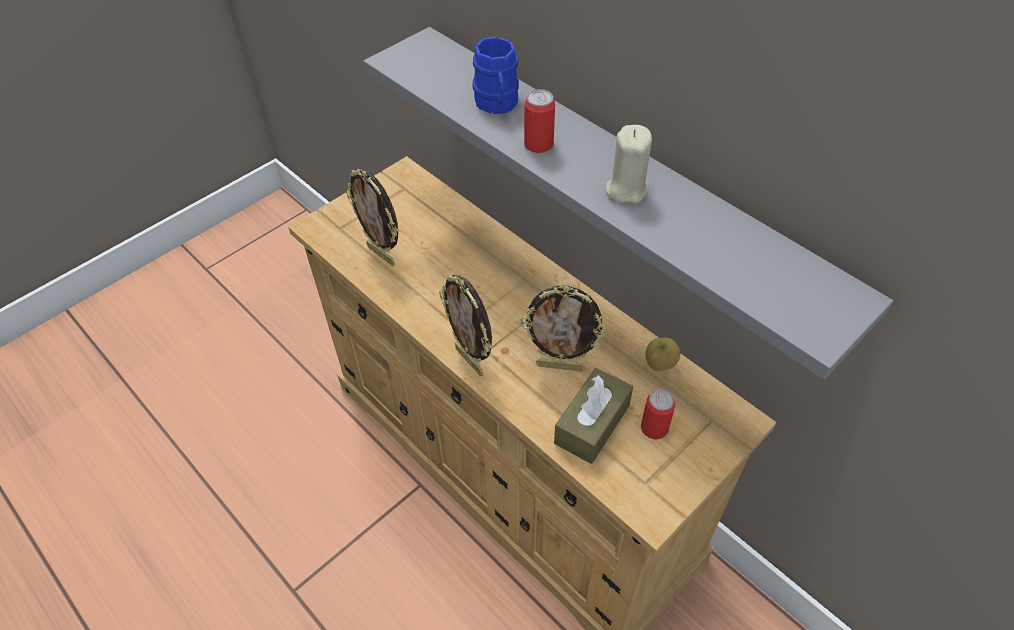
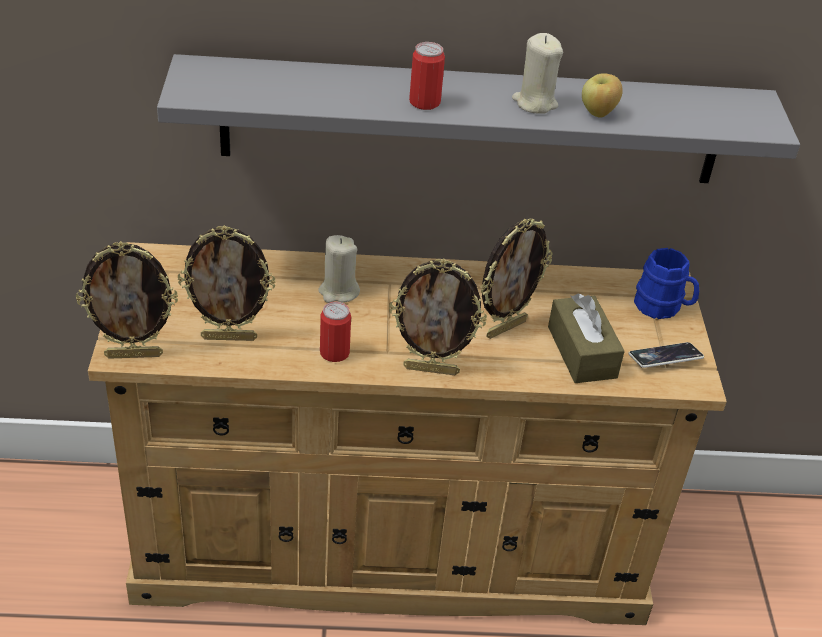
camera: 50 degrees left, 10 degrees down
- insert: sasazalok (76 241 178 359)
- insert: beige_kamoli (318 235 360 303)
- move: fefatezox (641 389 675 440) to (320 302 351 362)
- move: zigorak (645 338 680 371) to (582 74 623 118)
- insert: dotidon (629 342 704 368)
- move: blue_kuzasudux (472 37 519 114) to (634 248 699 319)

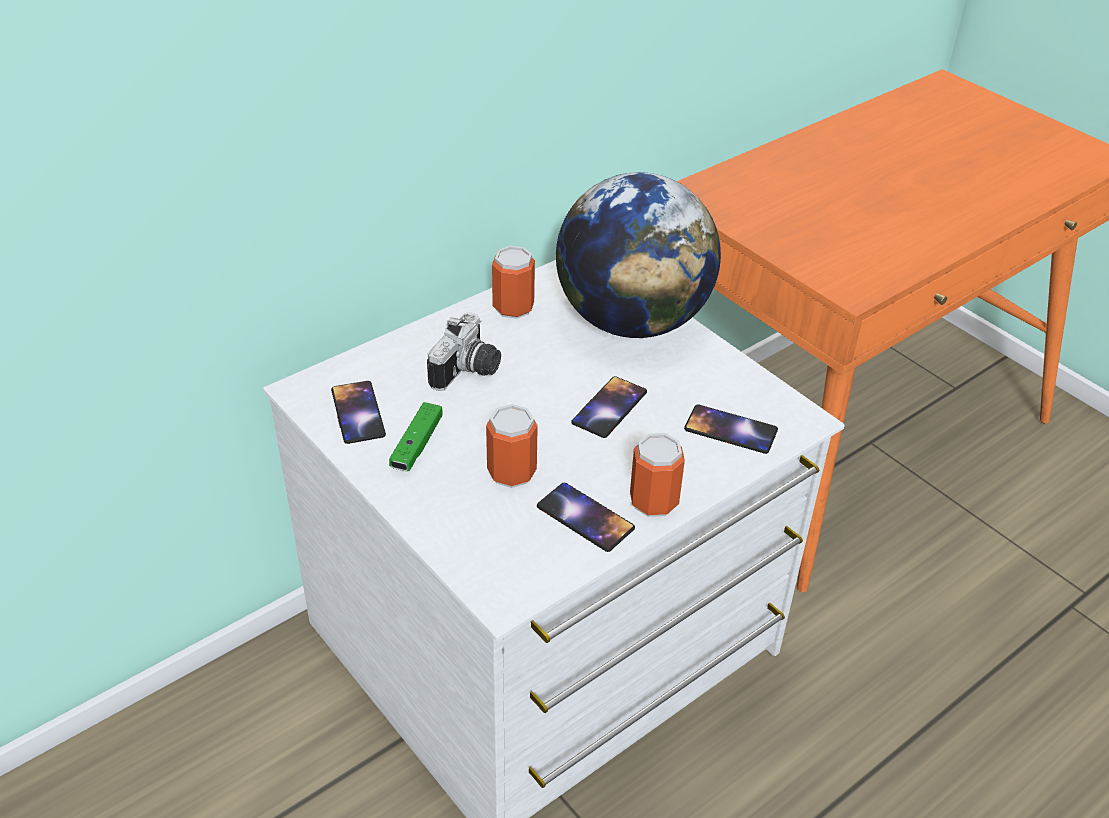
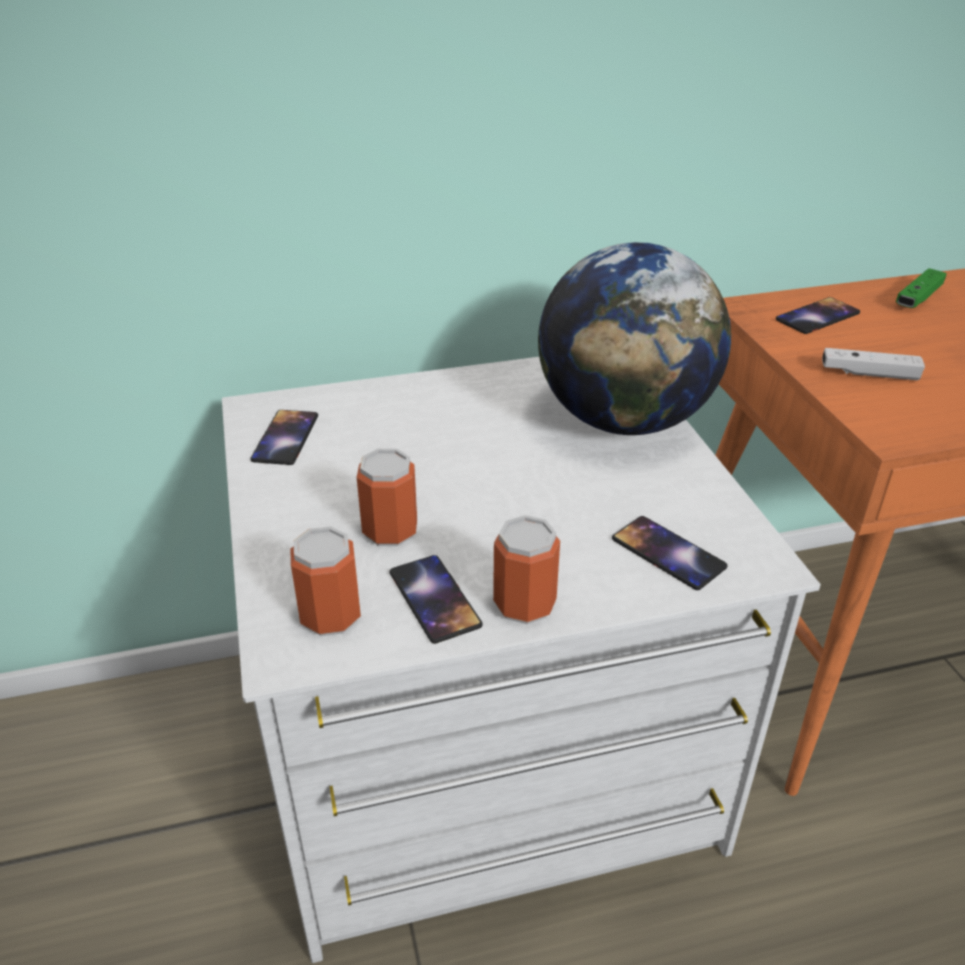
camera: 25 degrees right, 5 degrees down
- move: fefatezox (492 246 535 319) to (291 526 361 636)
- move: dotidon (571 376 647 438) to (776 297 860 334)
- insert: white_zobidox (822 348 925 380)
- move: green_zobidox (389 402 442 471) to (896 268 947 308)
- delete: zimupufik (427 312 501 391)

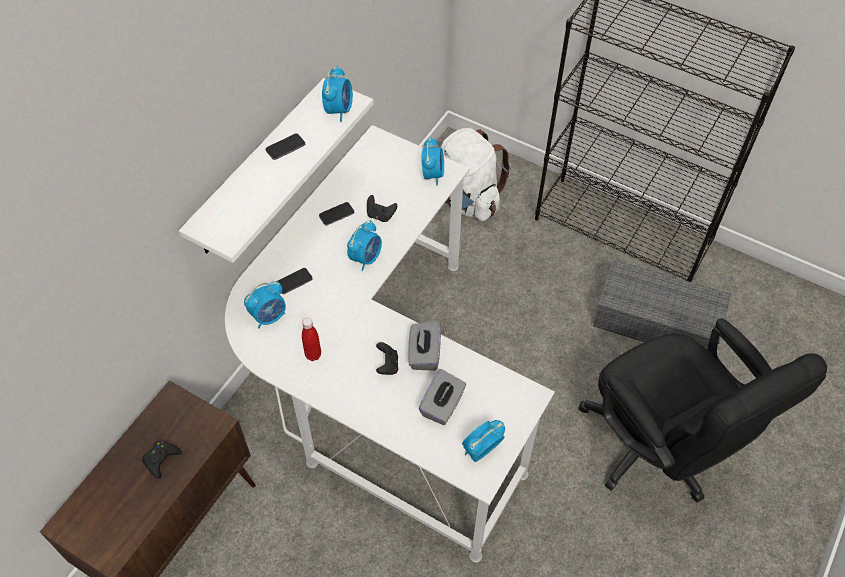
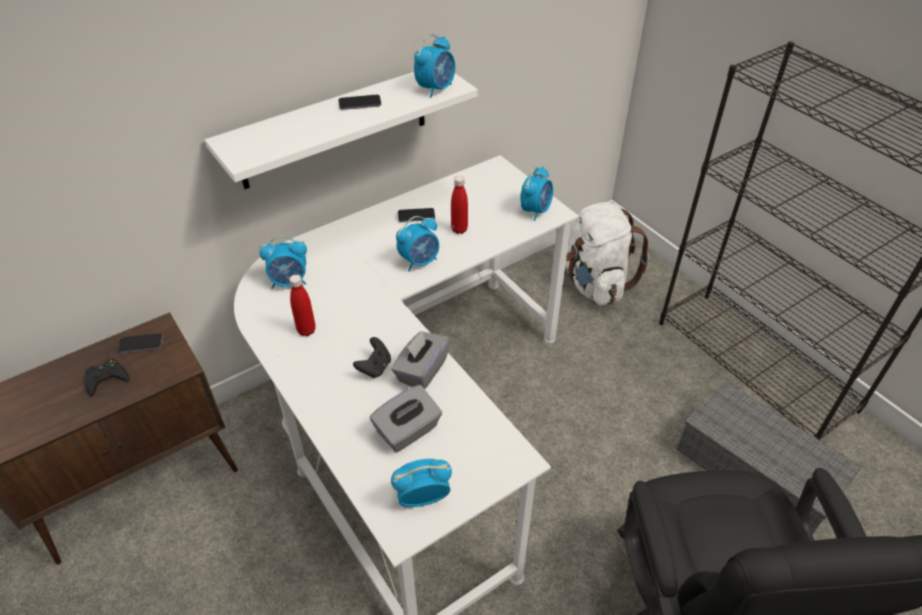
camera: 25 degrees right, 10 degrees down
- move: dotidon (276 268 313 294) to (117 333 163 353)
- replace: black_zobidox (367 195 397 222) to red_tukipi (451 176 468 234)

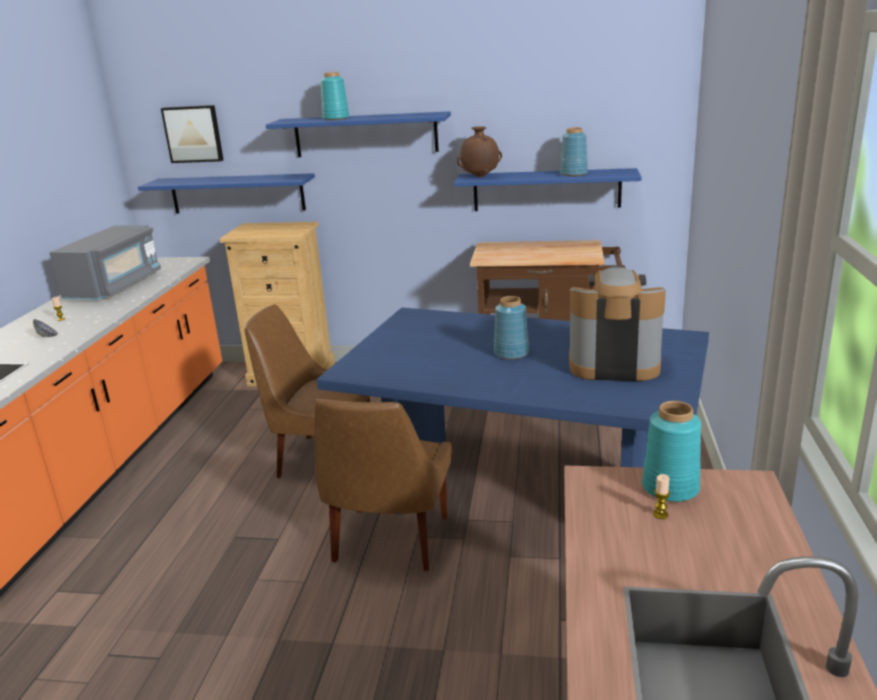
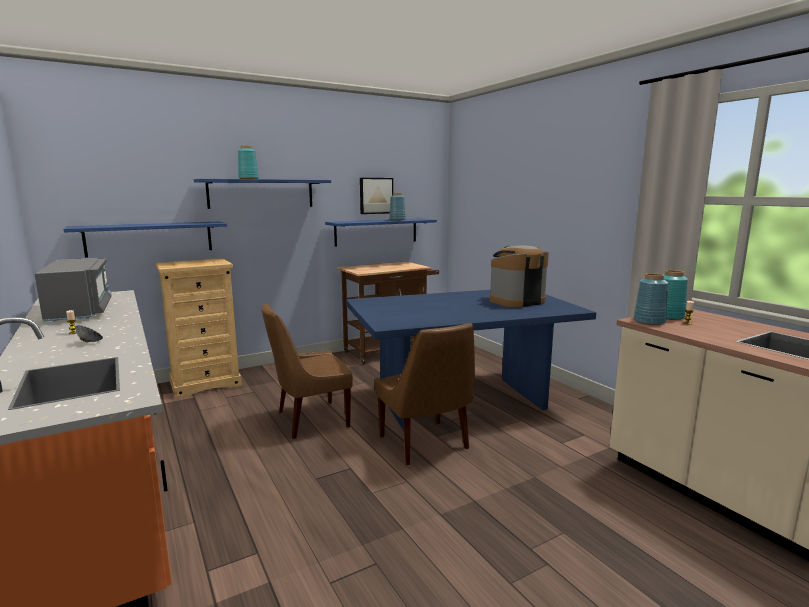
camera: 40 degrees left, 10 degrees down
- move: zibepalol (161 105 223 163) to (360 178 393 214)
- move: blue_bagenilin (494 296 529 359) to (633 273 668 325)
- delete: brown_bagenilin (457 126 502 178)

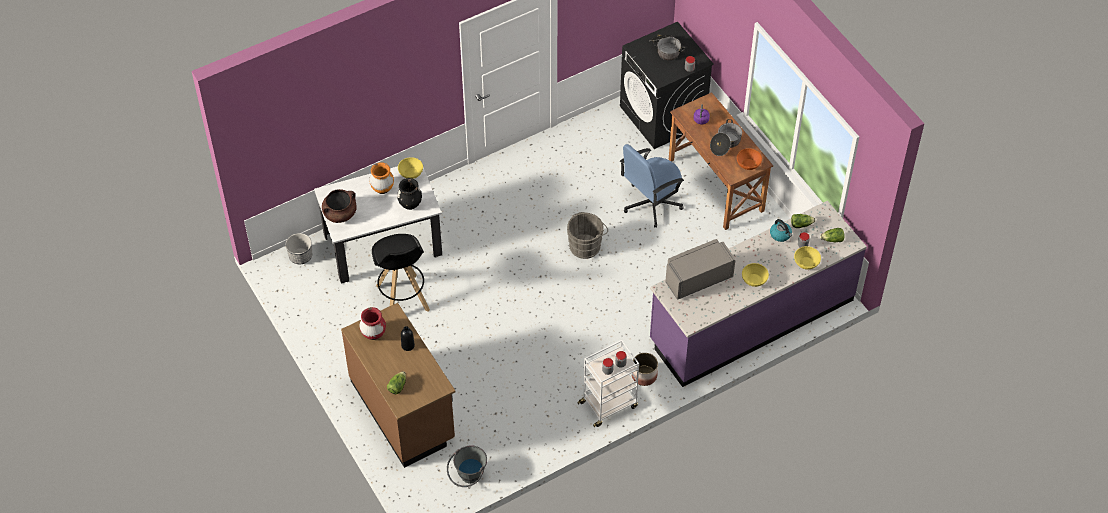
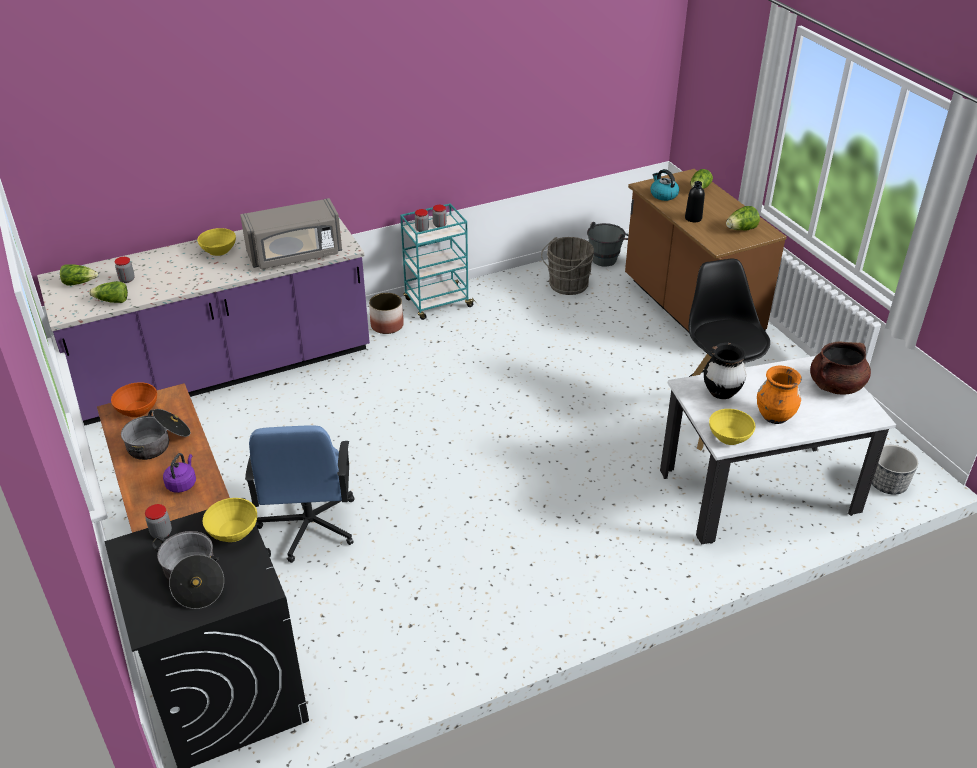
camera: 175 degrees left, 15 degrees down
- move: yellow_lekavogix (794 246 821 270) to (203 498 257 542)
- rotate: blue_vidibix (620 144 684 228) = (245 425 354 563) 120 degrees clockwise
- recolor: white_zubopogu (577 340 639 427) to turquoise_zubopogu (400 203 476 320)
- move: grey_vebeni (567 212 608 259) to (541 237 594 295)
- move: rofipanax (770 219 792 242) to (650 169 679 201)
- replace: red_bagenilin (360 307 386 340) to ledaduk (726 206 760 231)

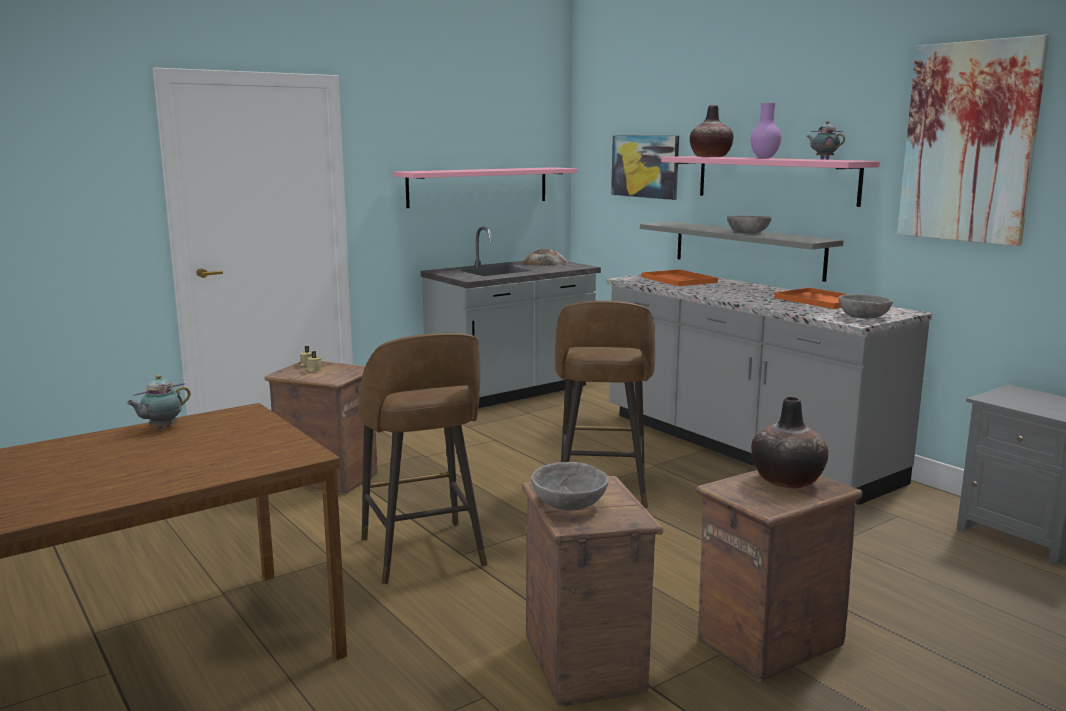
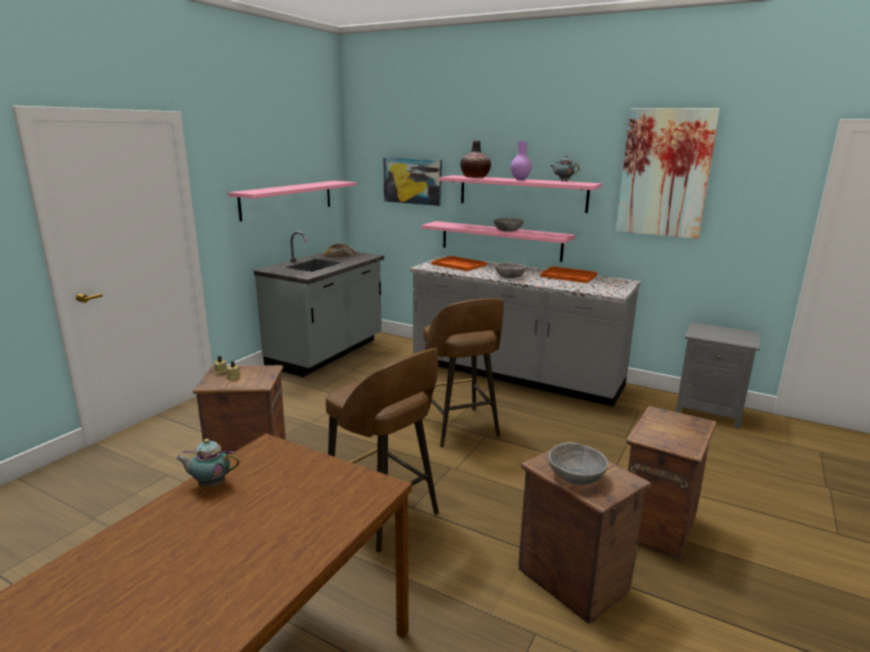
camera: 25 degrees left, 5 degrees up
- rotate: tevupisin (126 375 191 429) = (175 439 240 488) 75 degrees clockwise
- recolor: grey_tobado (640 222 844 282) to pink_tobado (421 221 575 262)
- move: grey_lekavogix (838 294 893 319) to (495 263 526 278)
- delete: bagenilin (751 397 828 489)

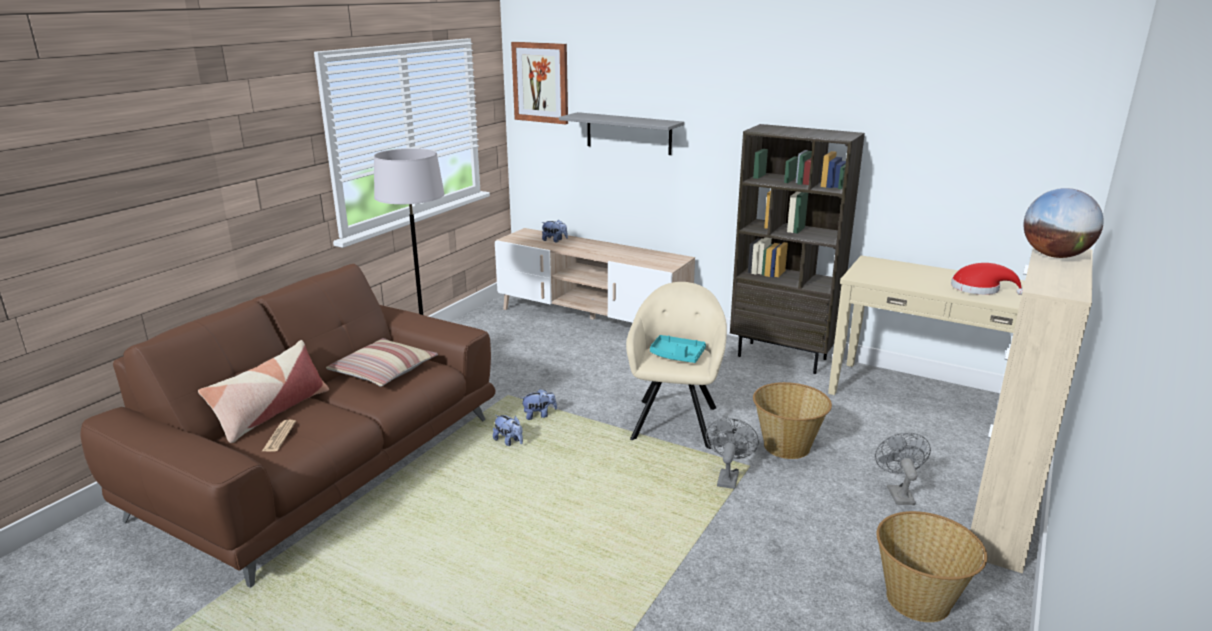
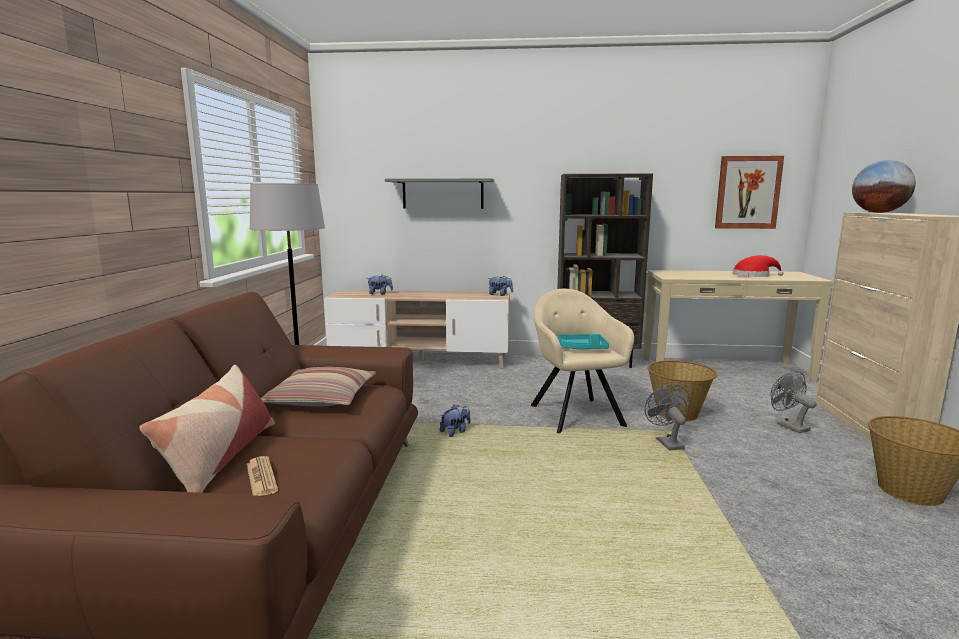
camera: 25 degrees left, 10 degrees down
- move: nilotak (493 415 523 446) to (488 276 513 296)
- move: zibepalol (511 42 568 124) to (715 156 784 229)

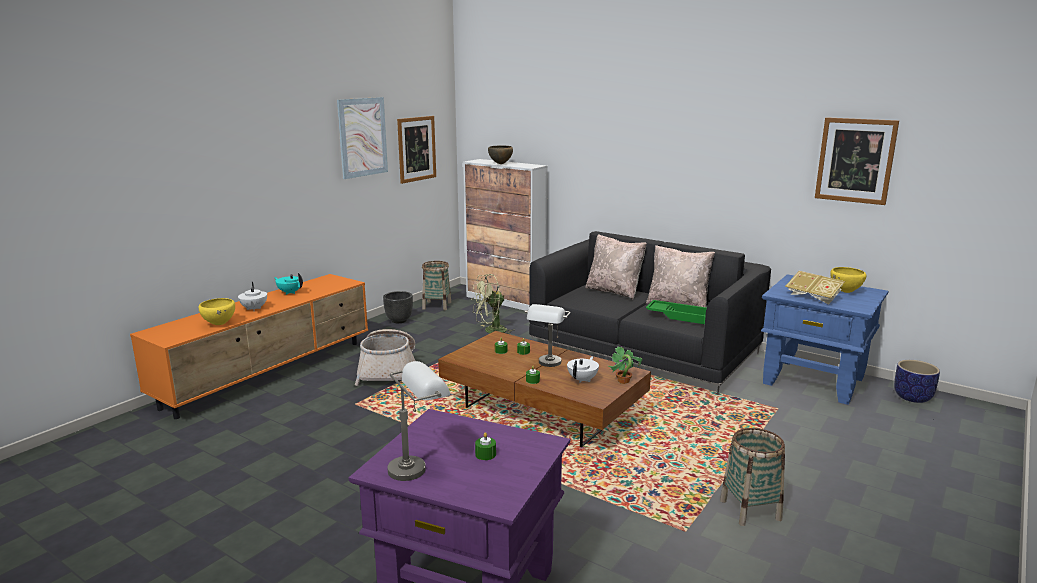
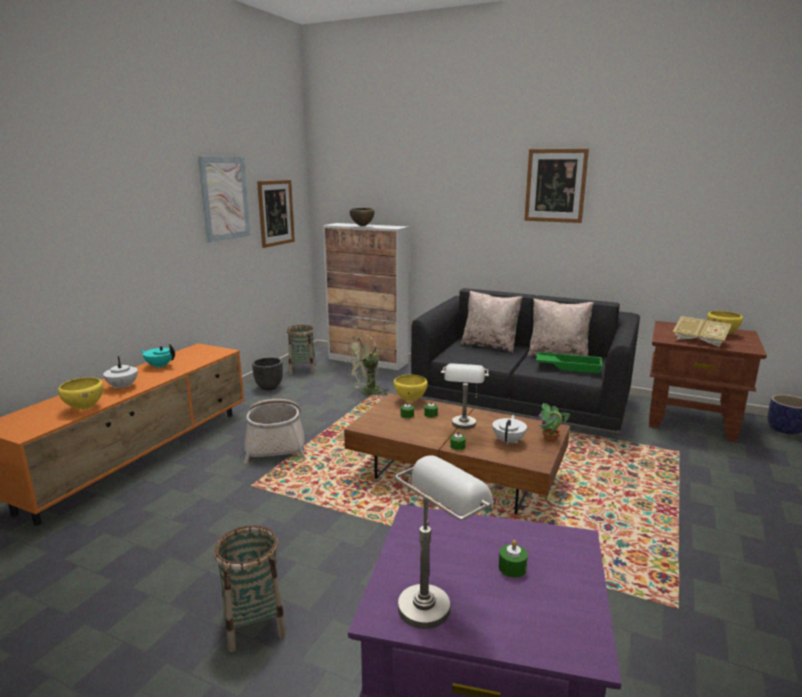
camera: 10 degrees left, 0 degrees up
- move: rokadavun (720 428 785 526) to (214 525 286 652)
- insert: yellow_lekavogix (394 375 428 402)
- move: zibepalol (815 117 899 205) to (524 149 589 223)
- recolor: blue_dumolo (761 274 888 405) to brown_dumolo (649 321 767 442)

